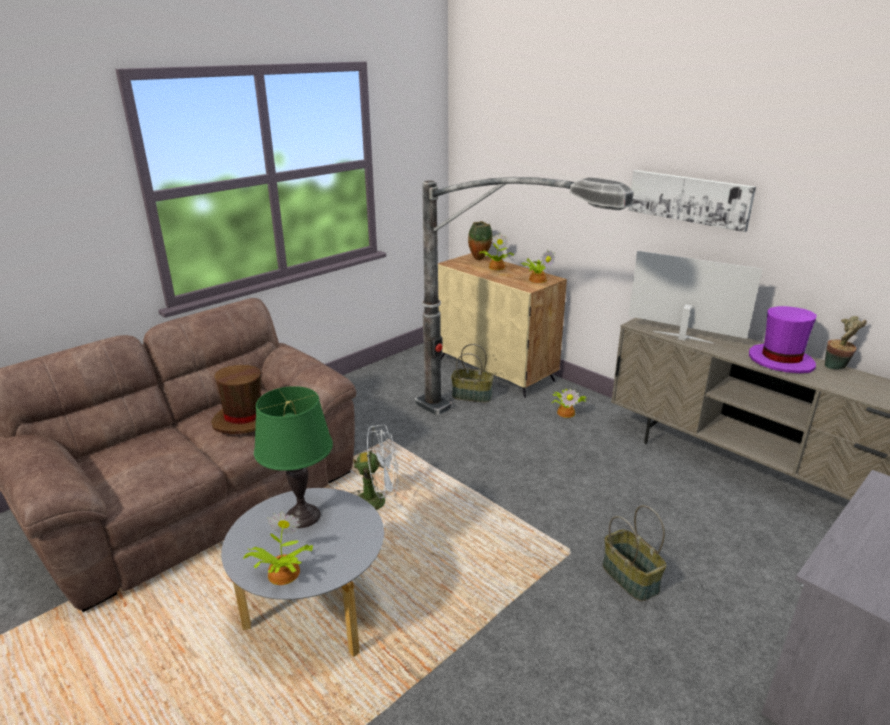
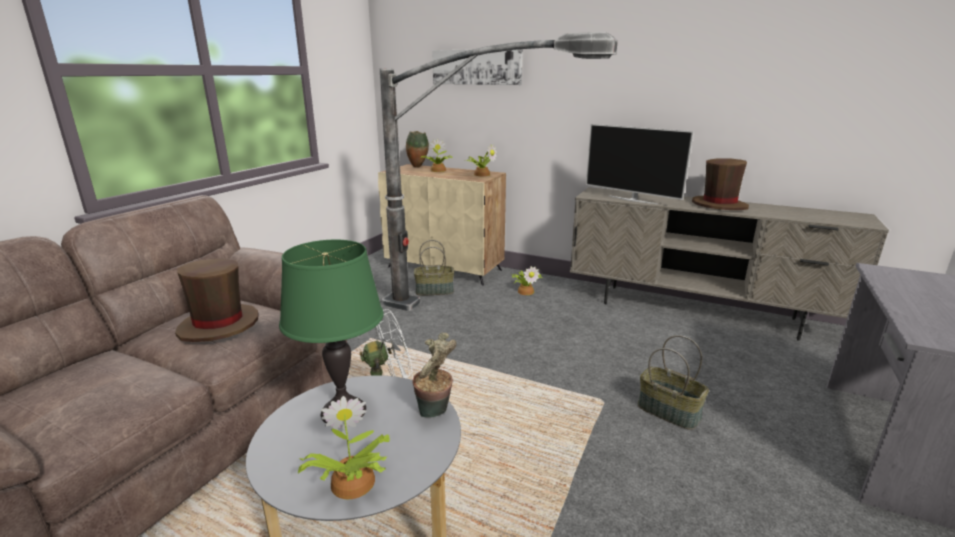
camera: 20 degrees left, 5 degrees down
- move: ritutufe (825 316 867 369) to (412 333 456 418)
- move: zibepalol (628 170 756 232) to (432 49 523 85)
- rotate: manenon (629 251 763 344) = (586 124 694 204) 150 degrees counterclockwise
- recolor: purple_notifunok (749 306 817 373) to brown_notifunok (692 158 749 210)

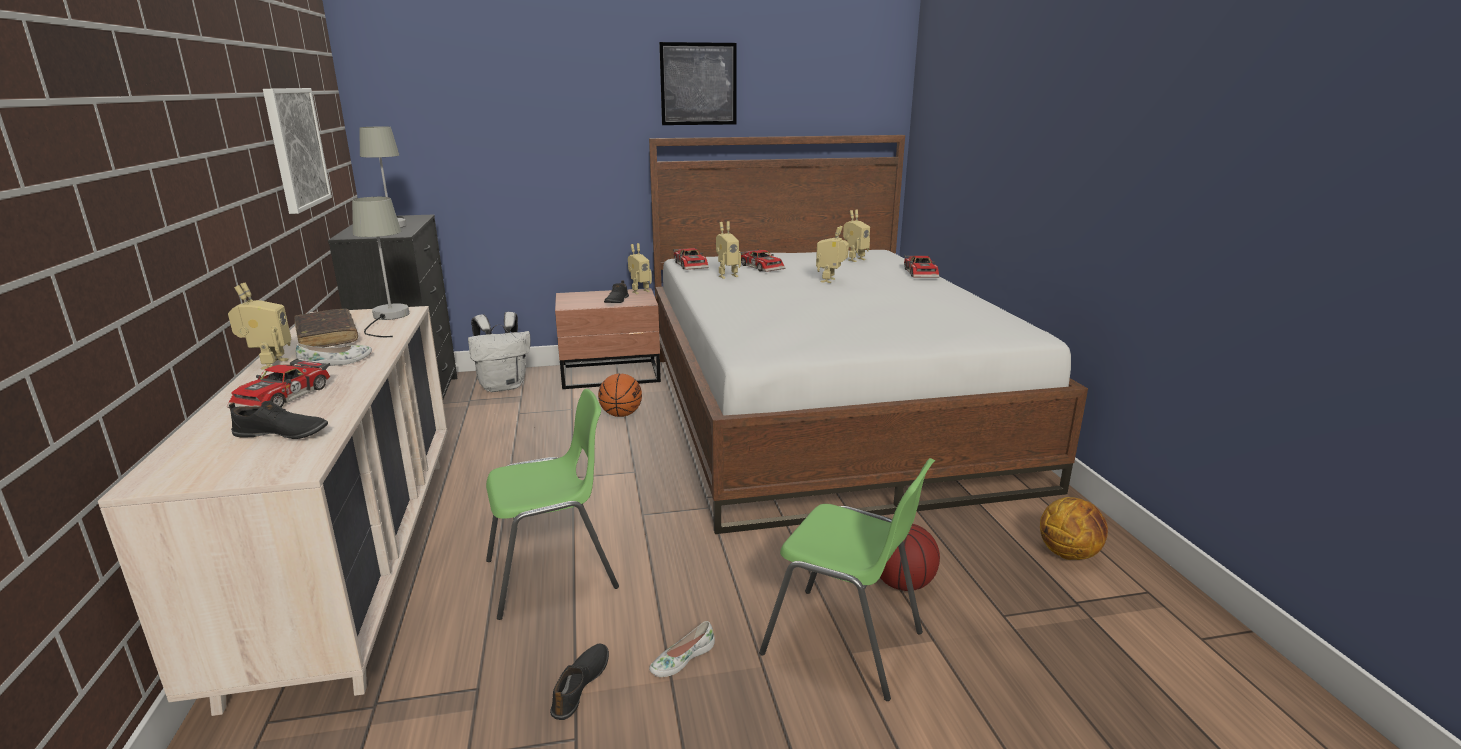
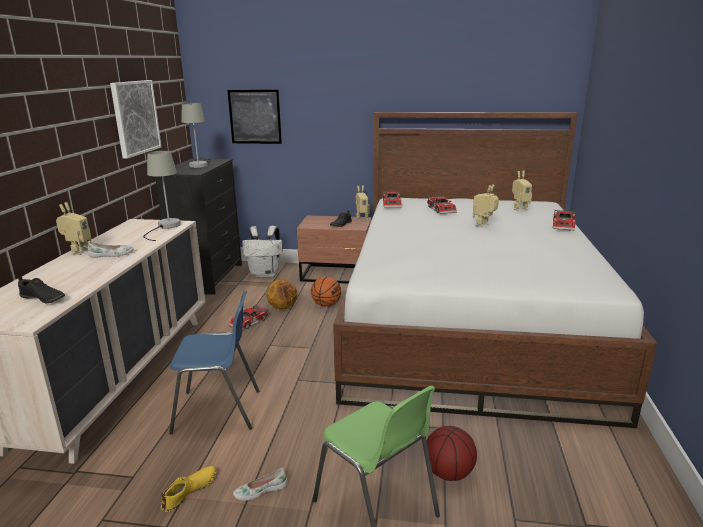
camera: 20 degrees right, 0 degrees up
- recolor: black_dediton (550 644 609 720) to yellow_dediton (161 466 217 512)
- recolor: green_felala (486 389 619 620) to blue_felala (169 291 259 434)
- move: zibepalol (659 42 737 125) to (227 90 282 144)
- move: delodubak (227 358 330 408) to (229 305 269 330)
- move: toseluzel (1040 497 1108 560) to (266 279 297 309)
- delete: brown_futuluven (294 309 358 347)
- delete: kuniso (716 221 741 279)

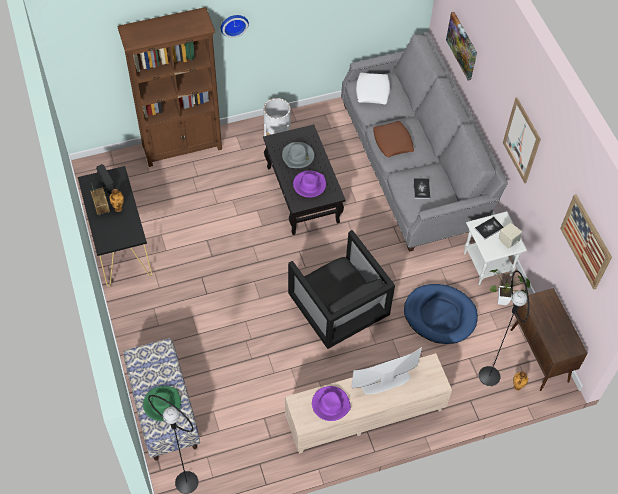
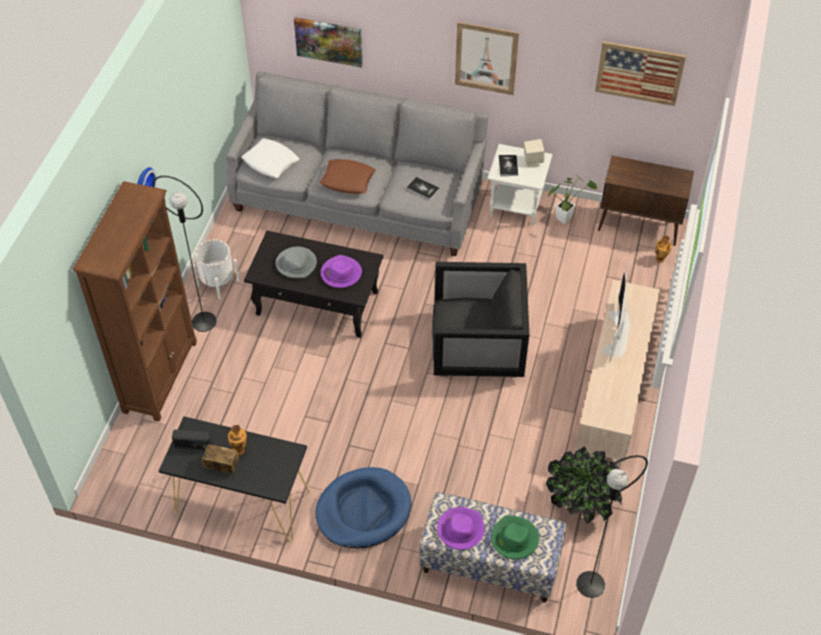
camera: 55 degrees left, 5 degrees down
- move: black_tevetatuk (479 271 529 386) to (152 176 217 332)
- move: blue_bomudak (404 284 478 344) to (315 467 411 549)
- move: purple_notifunok (312 386 351 421) to (437 507 485 550)
- insert: ritutufe (546 446 622 524)

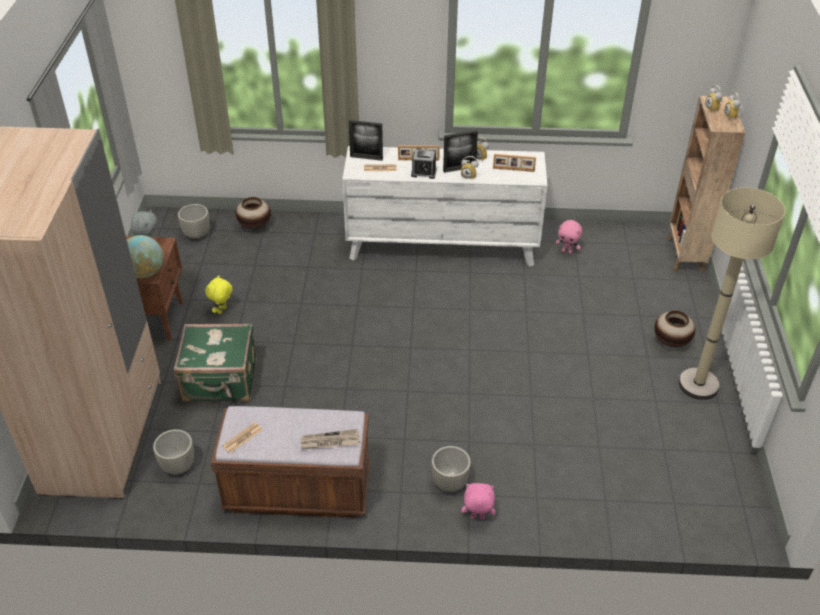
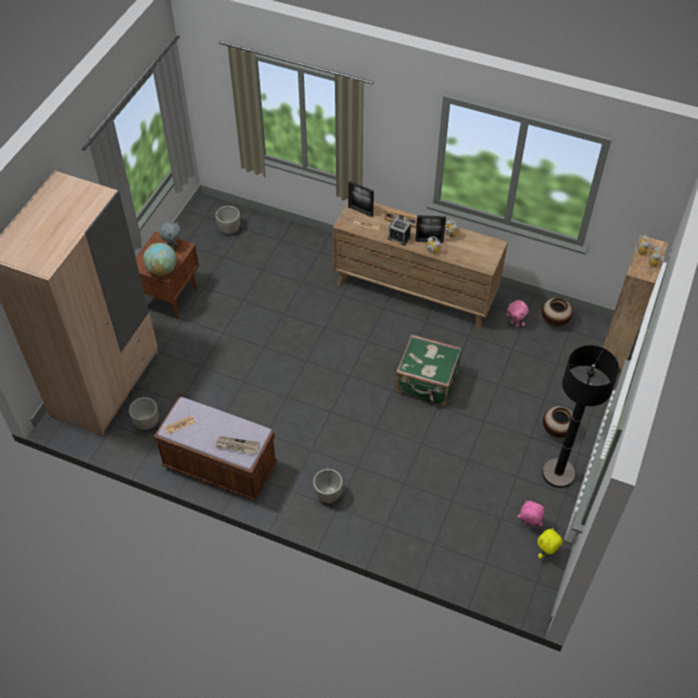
camera: 20 degrees right, 10 degrees up
- recolor: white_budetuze (342 146 548 266) to brown_budetuze (333 202 508 329)
- move: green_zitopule (174 323 257 402) to (396 334 462 406)
- move: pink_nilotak (461 483 495 519) to (518 500 545 527)
- move: yellow_nilotak (205 275 233 314) to (537 527 563 559)
- move: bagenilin (235 197 271 230) to (542 298 573 327)
- recolor: beige_tevetatuk (679 187 785 400) to black_tevetatuk (542 345 619 488)
- delete: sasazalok (493 154 536 172)

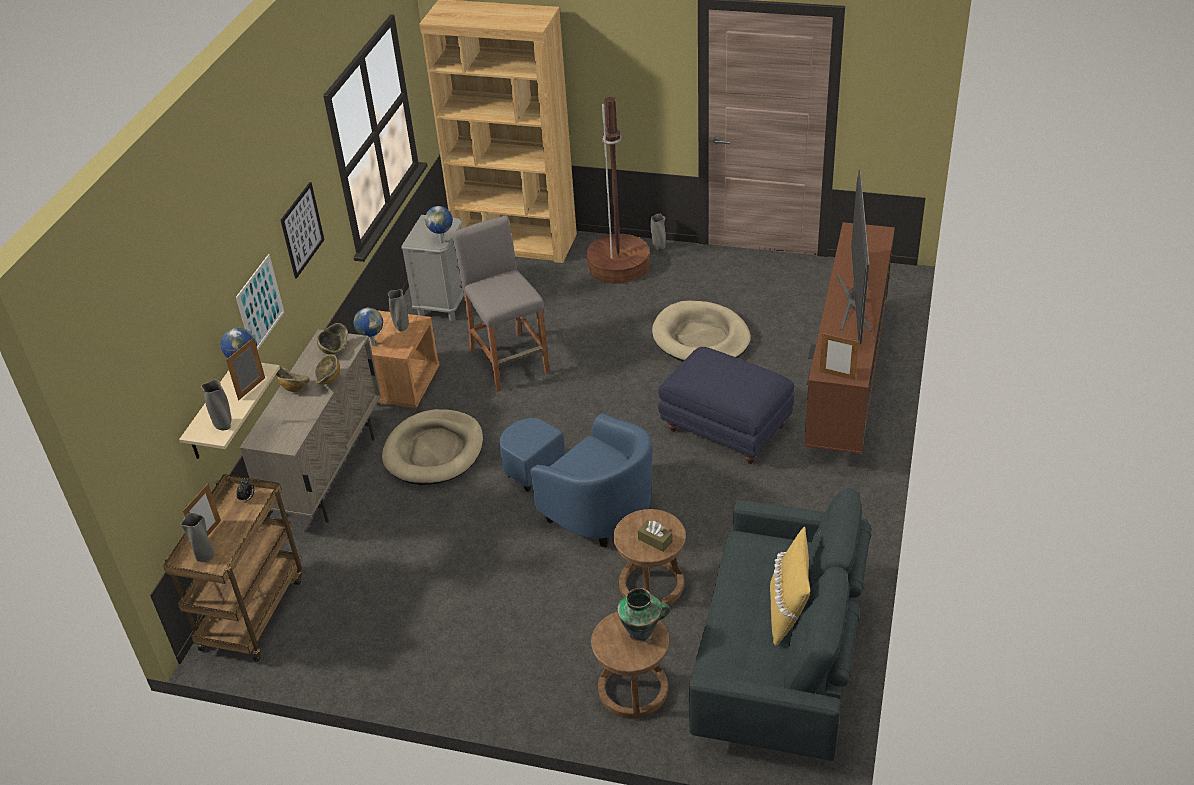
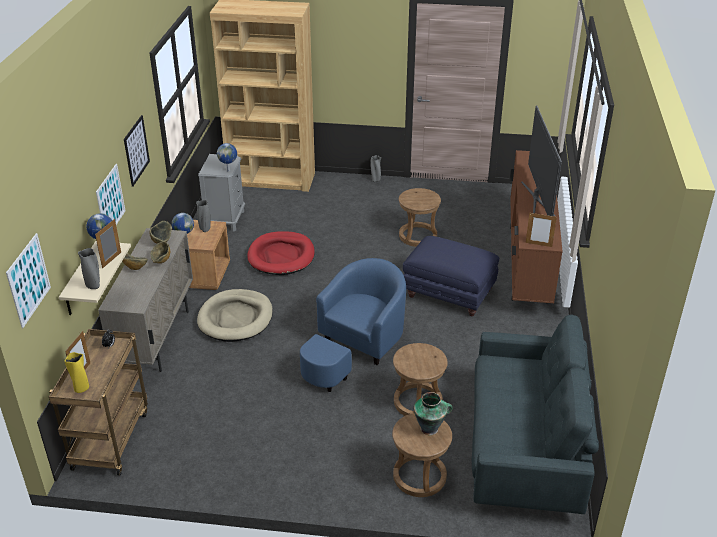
camera: 10 degrees left, 5 degrees down
- insert: zibepalol (6 233 51 328)
- recolor: grey_bagenilin (180 513 214 562) to yellow_bagenilin (65 352 89 393)
- replace: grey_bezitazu (451 215 550 392) to red_bomudak (247 231 315 275)
- rotate: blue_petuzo (499 413 653 547) = (300 258 406 392) 90 degrees counterclockwise
- replace: beige_bomudak (652 301 751 361) to brown_bezitazu (399 188 441 247)
- delete: brown_tevetatuk (587 97 650 284)
- delete: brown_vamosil (638 521 673 552)
- delete: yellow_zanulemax (770 527 810 647)

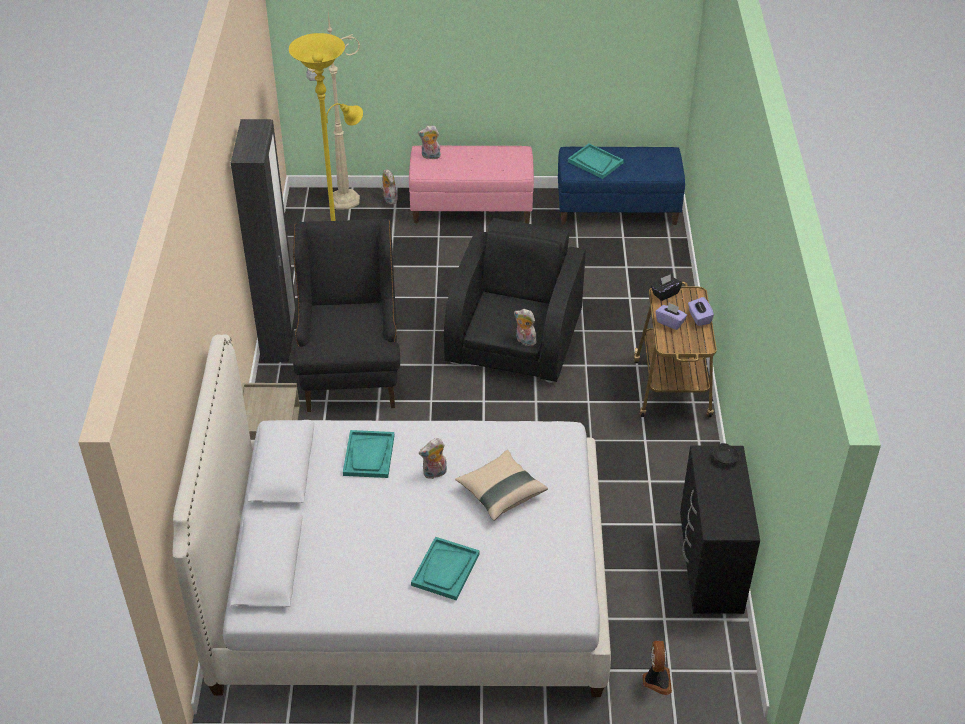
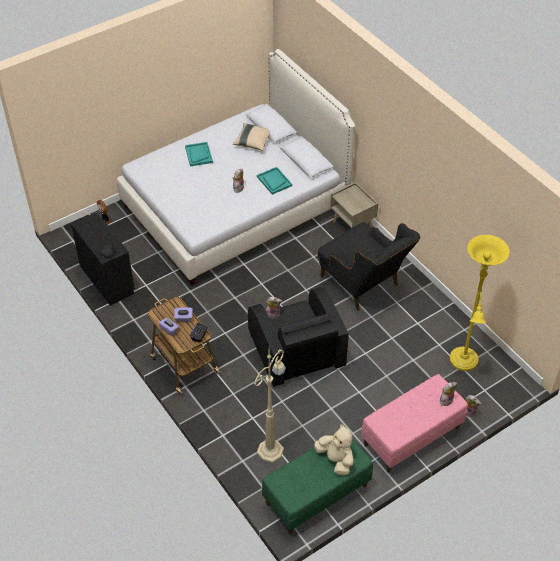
camera: 145 degrees right, 5 degrees up
- move: beige_zanulemax (455 450 548 521) to (233 123 270 151)
- move: beige_tevetatuk (306 12 360 209) to (254 349 286 463)
- recolor: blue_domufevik (558 147 685 225) to green_domufevik (262 435 373 534)
- replace: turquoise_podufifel (568 143 624 179) to beige_nilotak (314 424 354 476)
- delete: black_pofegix (231 119 297 362)

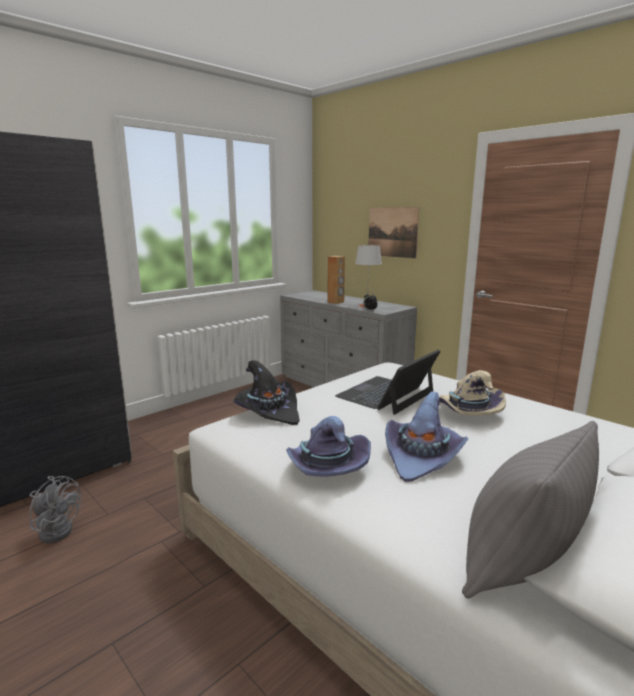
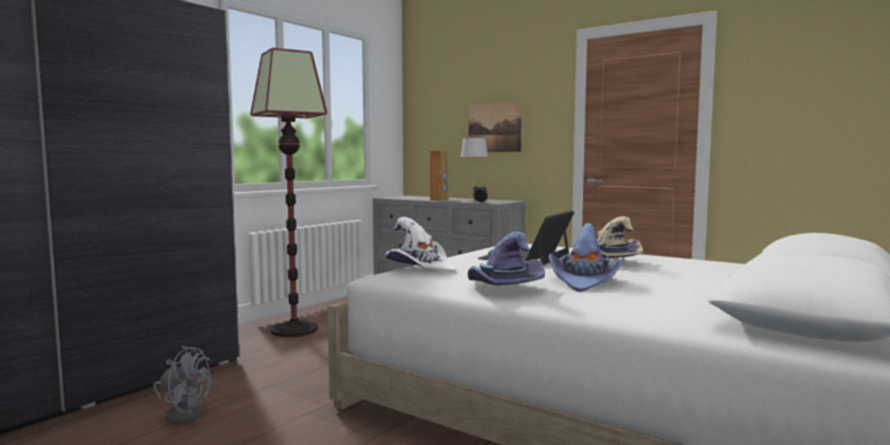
camera: 10 degrees left, 10 degrees down
- insert: tevetatuk (250 48 327 337)
- recolor: black_notifunok (233 360 299 425) to white_notifunok (386 217 456 273)
- delete: grey_zanulemax (462 421 599 599)

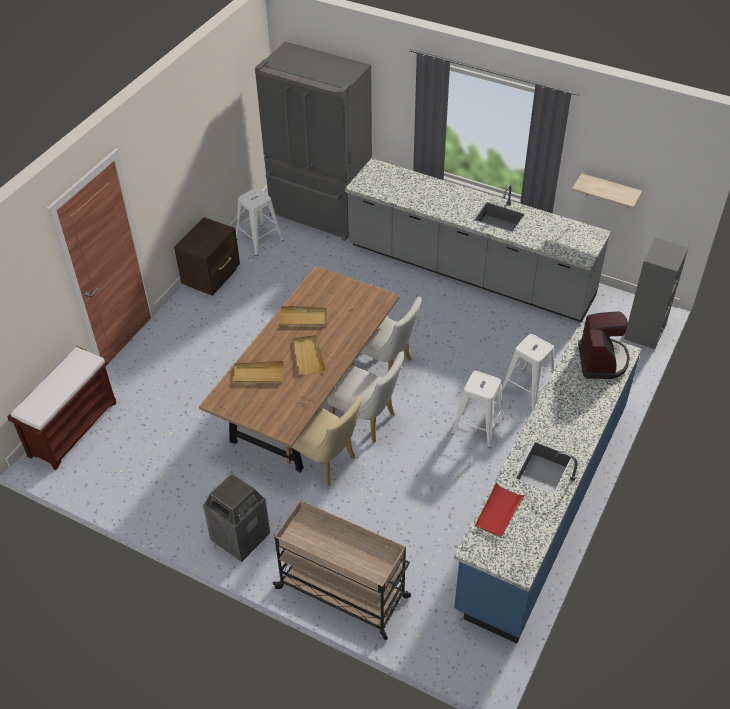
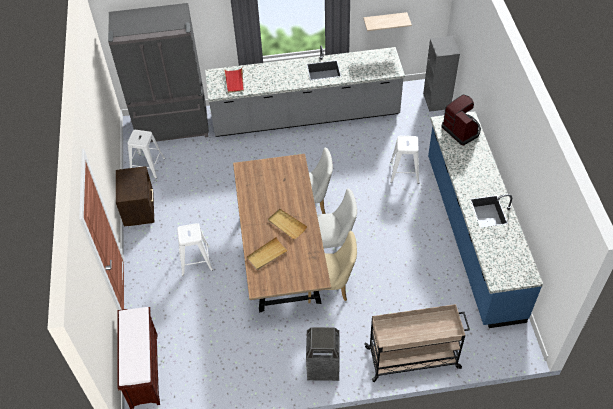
camera: 35 degrees left, 5 degrees up
- move: white_bezitazu (451 371 505 448) to (177 223 213 276)
- move: red_podufifel (475 482 526 538) to (224 68 244 93)
- delete: beige_podufifel (279 305 327 327)

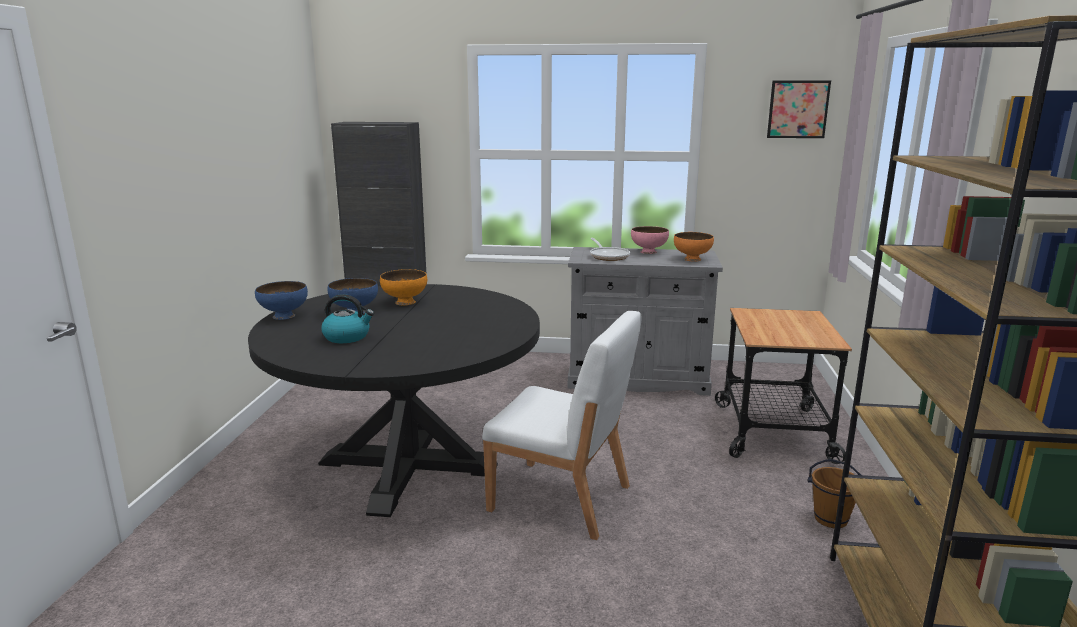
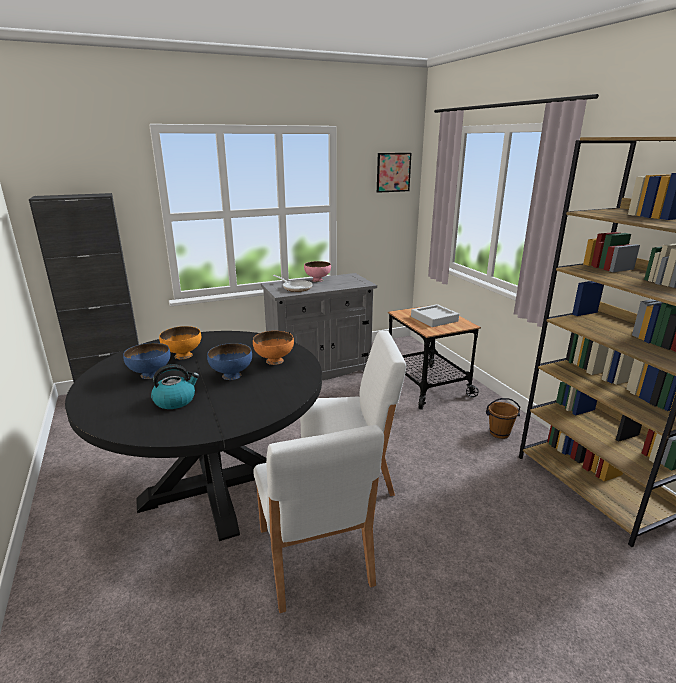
camera: 30 degrees left, 5 degrees up
- move: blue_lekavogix (255 281 308 320) to (207 343 252 380)
- move: orange_lekavogix (674 232 714 261) to (253 331 294 365)
- insert: white_felala (253 425 384 613)
- insert: grey_podufifel (411 304 459 327)

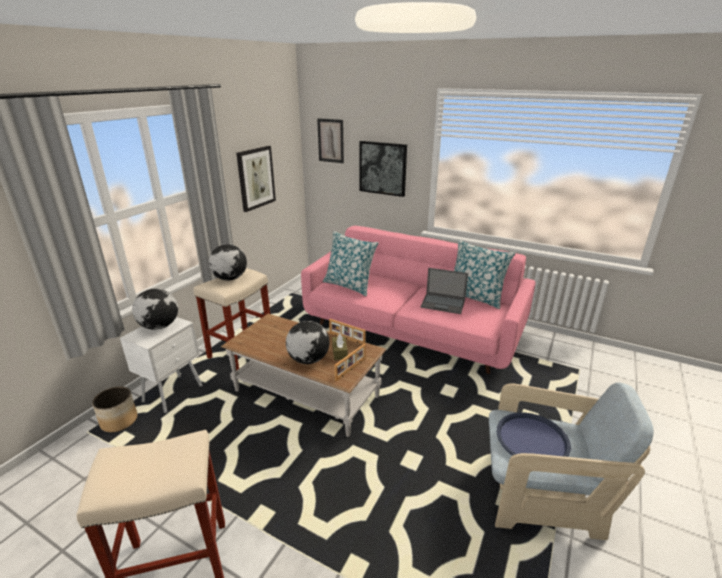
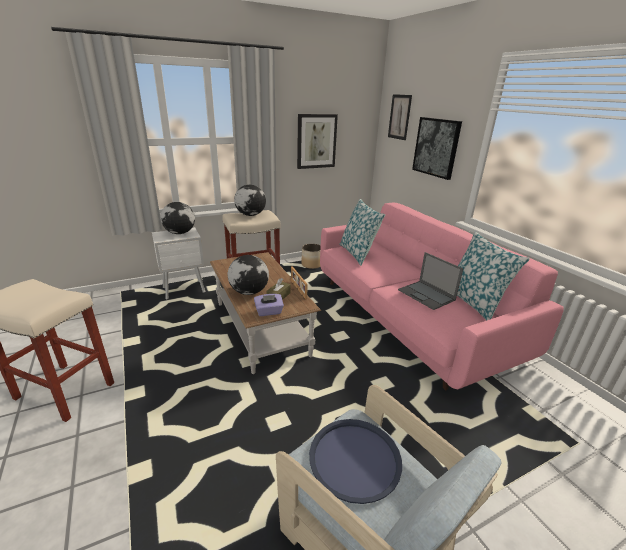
camera: 35 degrees right, 0 degrees up
- replace: sasazalok (334 344 366 381) to purple_vamosil (254 294 284 316)
- move: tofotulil (92 386 137 432) to (301 244 321 269)

